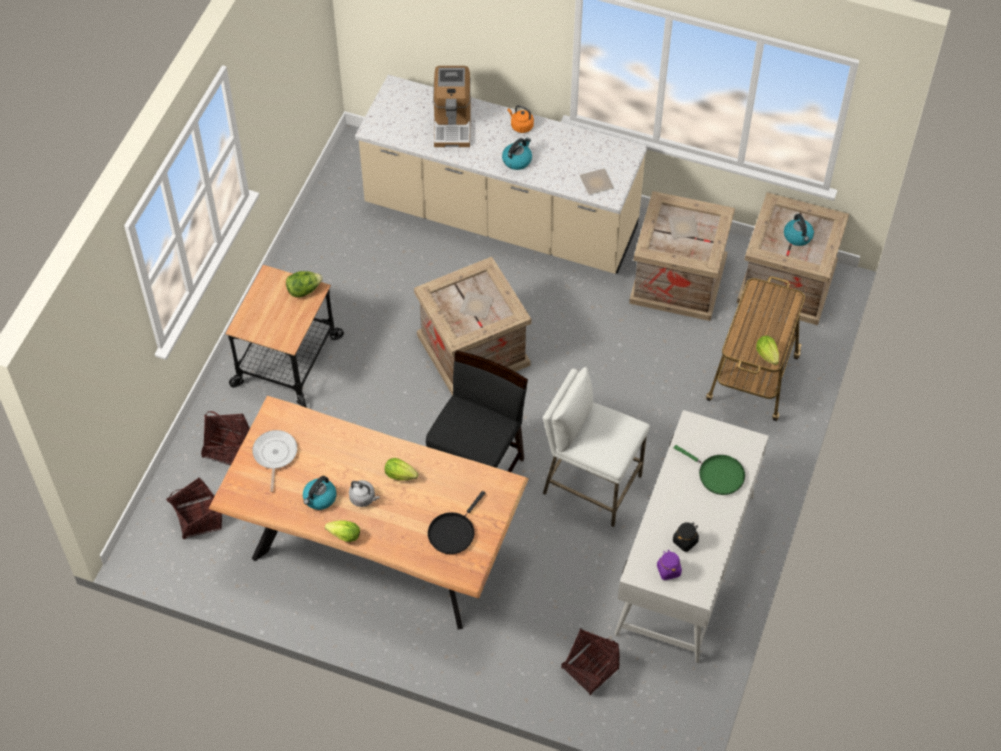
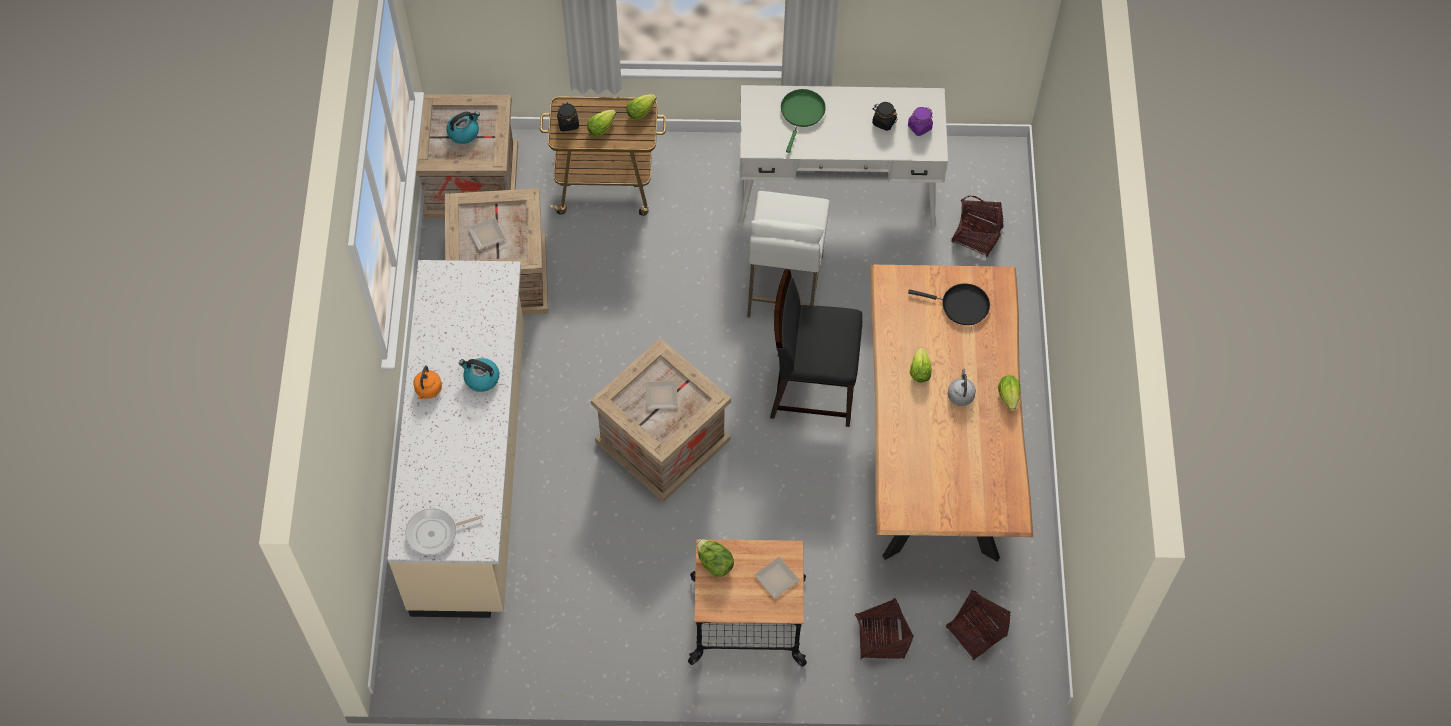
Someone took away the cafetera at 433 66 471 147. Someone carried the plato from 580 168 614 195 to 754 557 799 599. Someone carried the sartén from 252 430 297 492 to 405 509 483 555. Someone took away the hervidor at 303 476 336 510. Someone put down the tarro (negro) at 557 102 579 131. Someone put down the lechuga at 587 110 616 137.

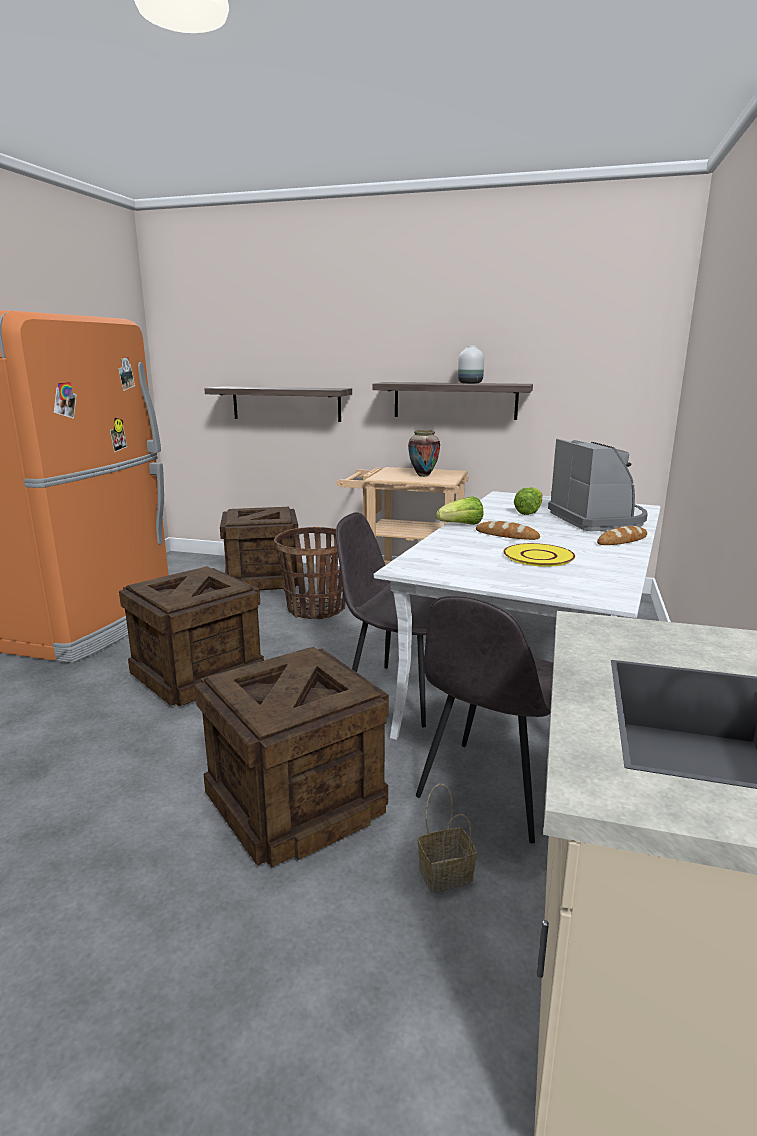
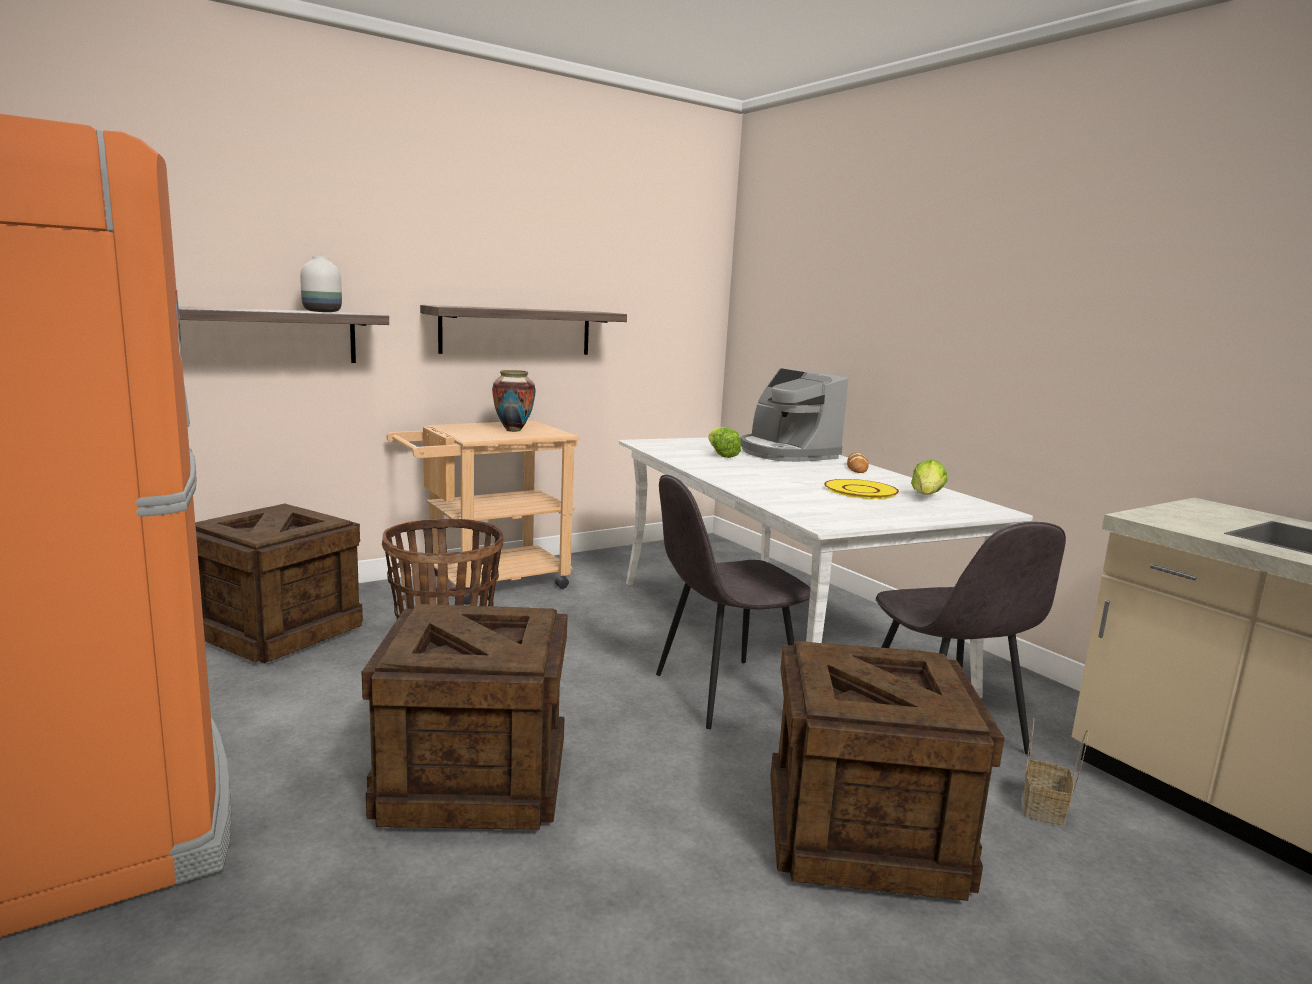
Someone carried the florero (blanco) from 458 346 484 384 to 300 256 342 312. Someone rotated the cafetera at 548 439 648 531 by 150 degrees counterclockwise. Someone carried the lechuga from 436 496 484 525 to 911 459 948 495. Someone took away the pan at 476 521 540 540.

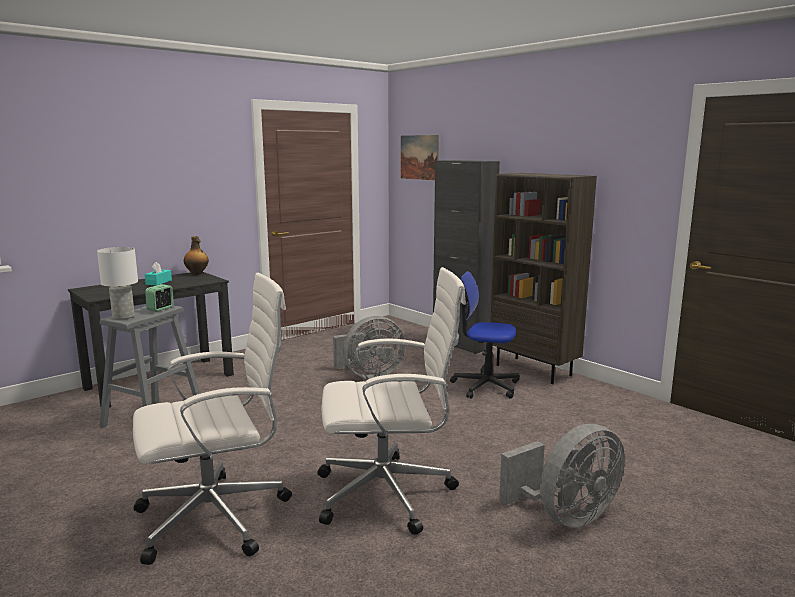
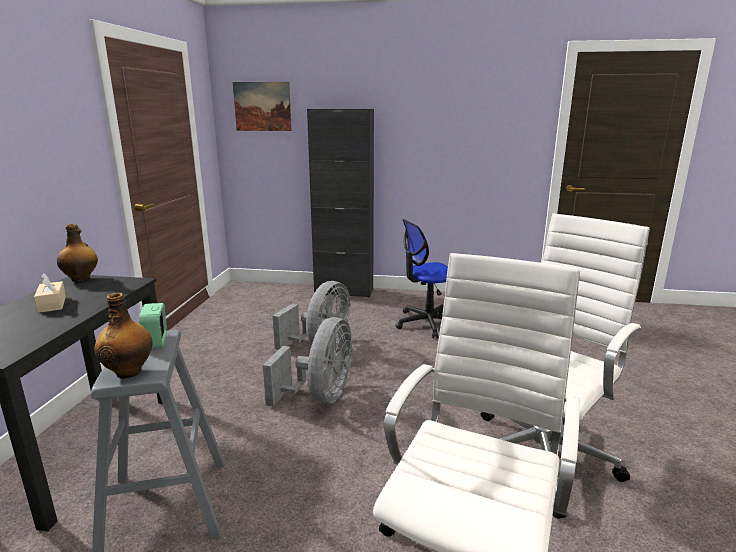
Someone took away the estantería (marrón) at 490 173 597 384. Someone swapped the lámpara de mesa (blanco) at 97 247 138 320 for the botella at 94 293 152 379. Someone repainted the caja de pañuelos (turquesa) at 145 262 172 285, which became the caja de pañuelos (beis) at 34 273 66 313. Someone carried the ventilador (gris) from 499 424 625 528 to 263 317 352 406.

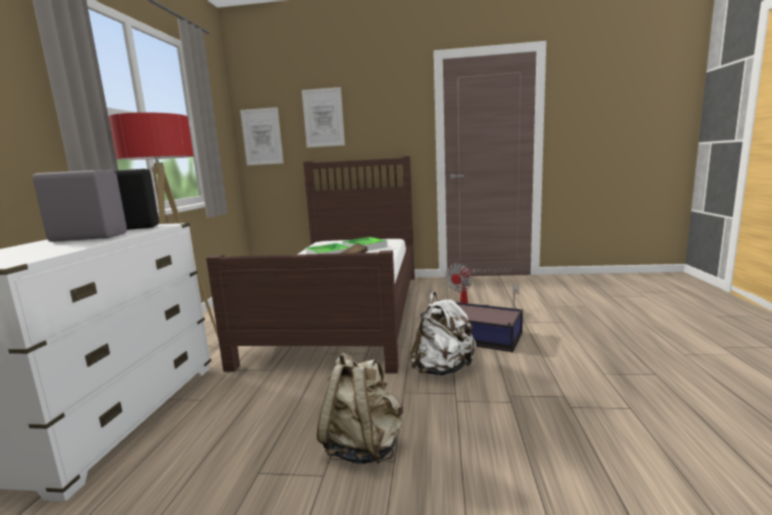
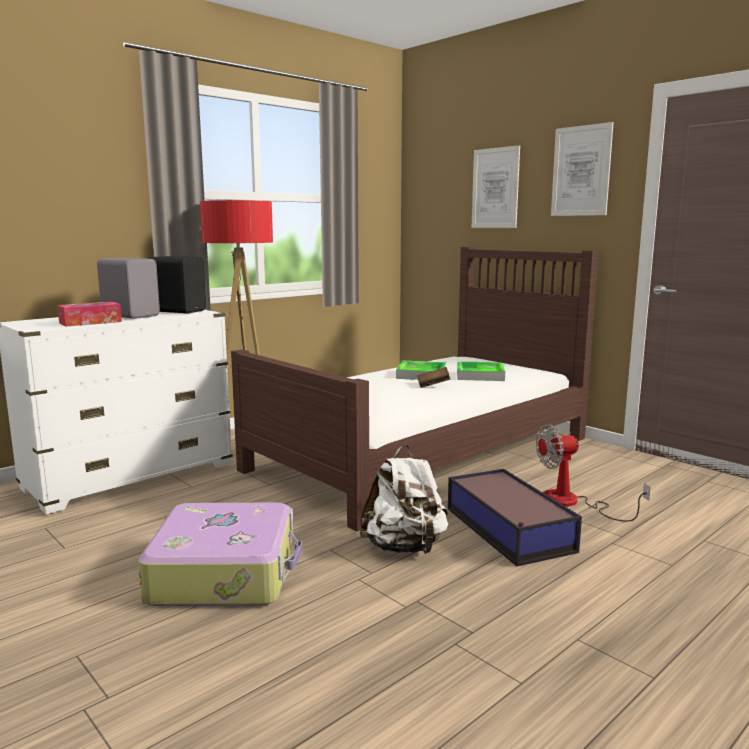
Someone carried the cuadro from 240 107 283 165 to 551 122 614 216. Someone swapped the mochila (beis) at 317 352 403 464 for the maleta at 138 503 302 606. Someone put down the caja de pañuelos at 57 302 122 327.

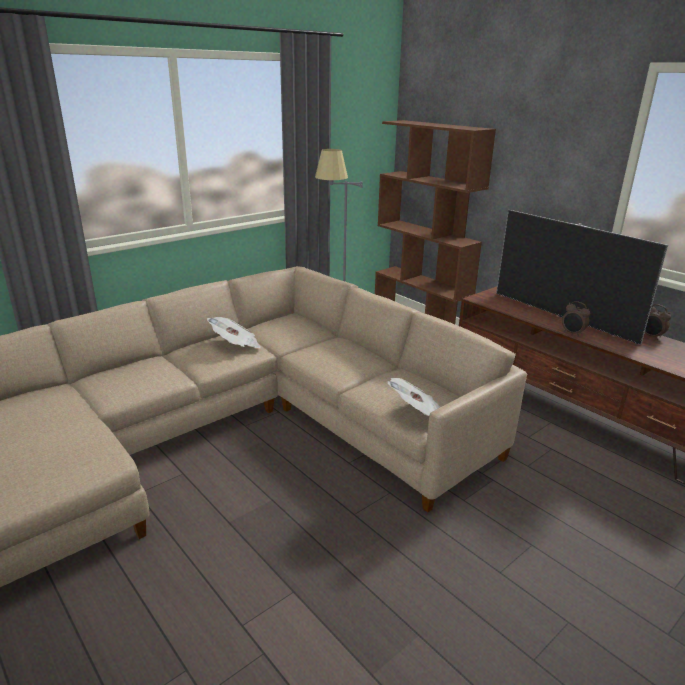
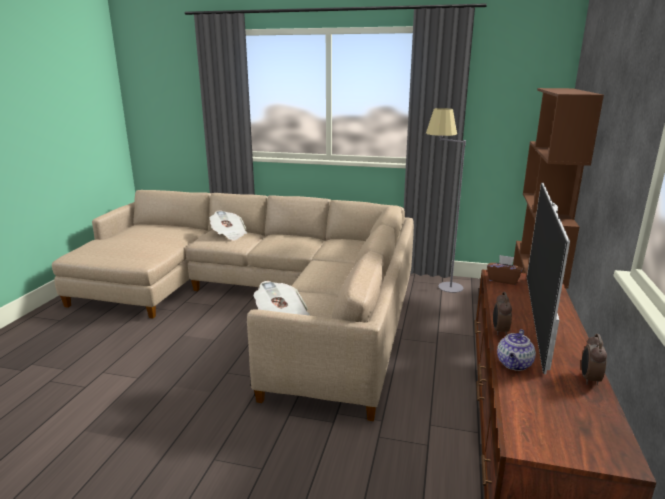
Someone carried the periódico from 207 317 261 348 to 209 211 248 241. Someone put down the caja de pañuelos (marrón) at 487 255 522 285. Someone put down the tetera at 497 329 536 371.

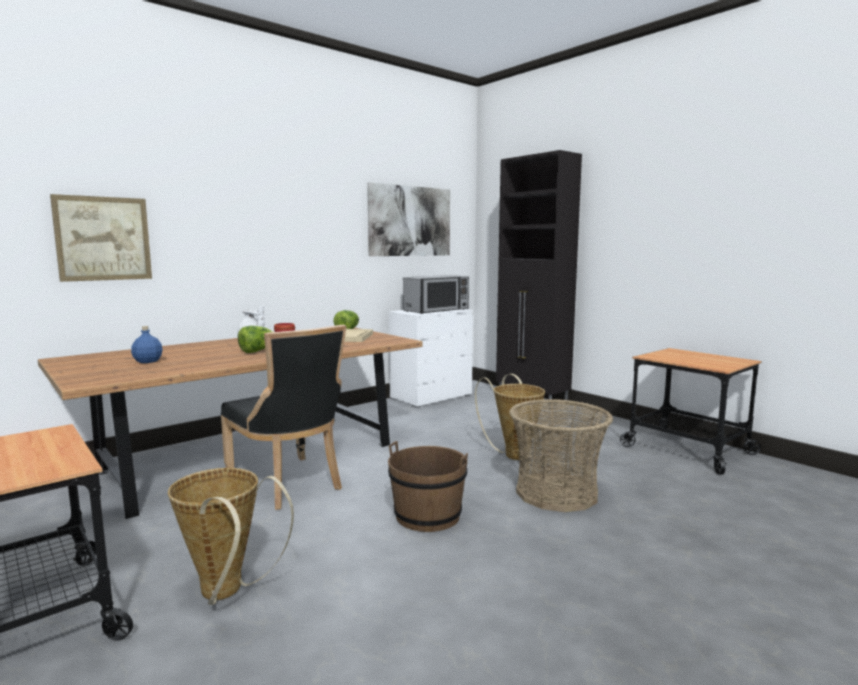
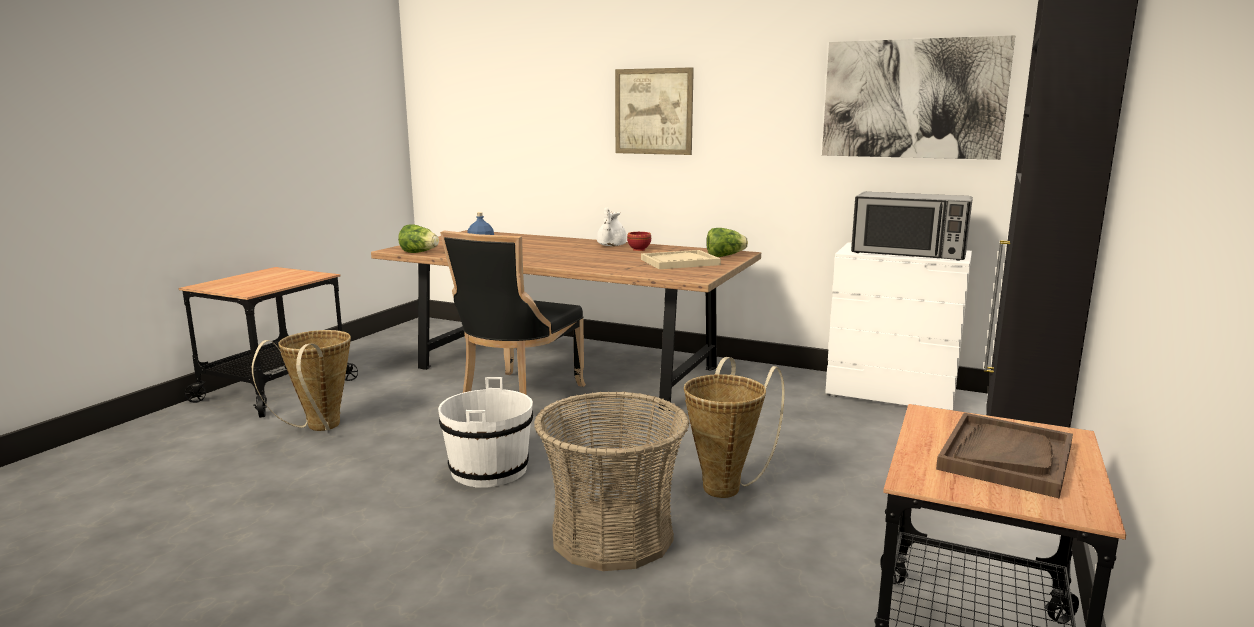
Someone carried the cuadro from 50 194 152 282 to 615 67 694 155. Someone carried the lechuga from 238 326 274 353 to 398 224 439 253. Someone repainted the cubo (marrón) at 388 441 468 532, which became the cubo (blanco) at 438 377 533 488. Someone put down the bandeja (marrón) at 936 413 1073 498.

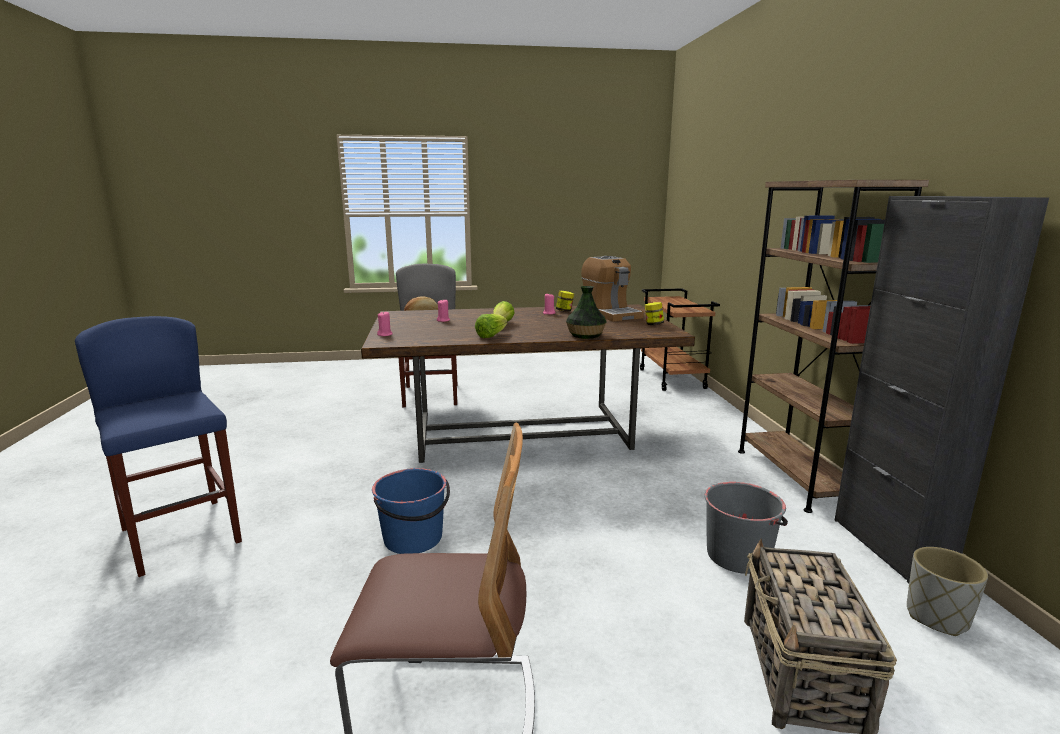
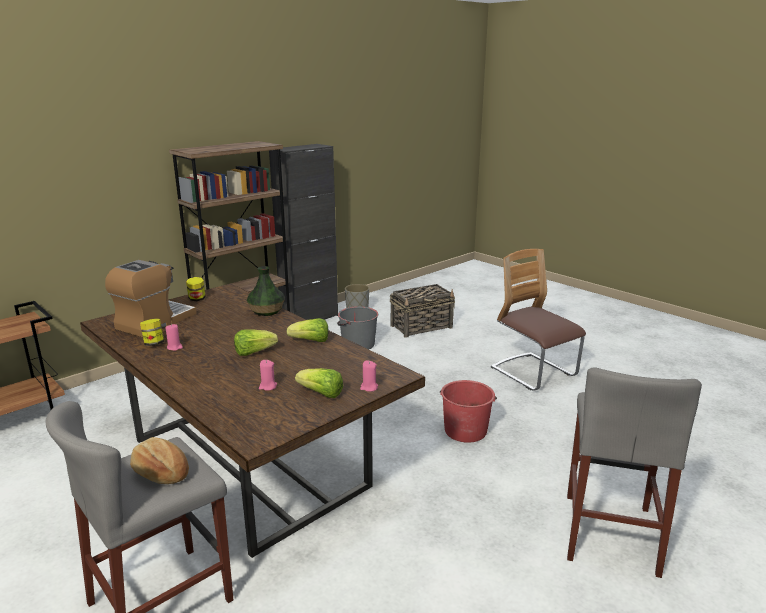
Someone repainted the taburete (azul) at 75 316 242 577, which became the taburete (gris) at 567 367 702 578. Someone repainted the cubo (azul) at 372 468 450 554, which became the cubo (rojo) at 440 380 497 443. Someone put down the lechuga at 295 368 343 398.

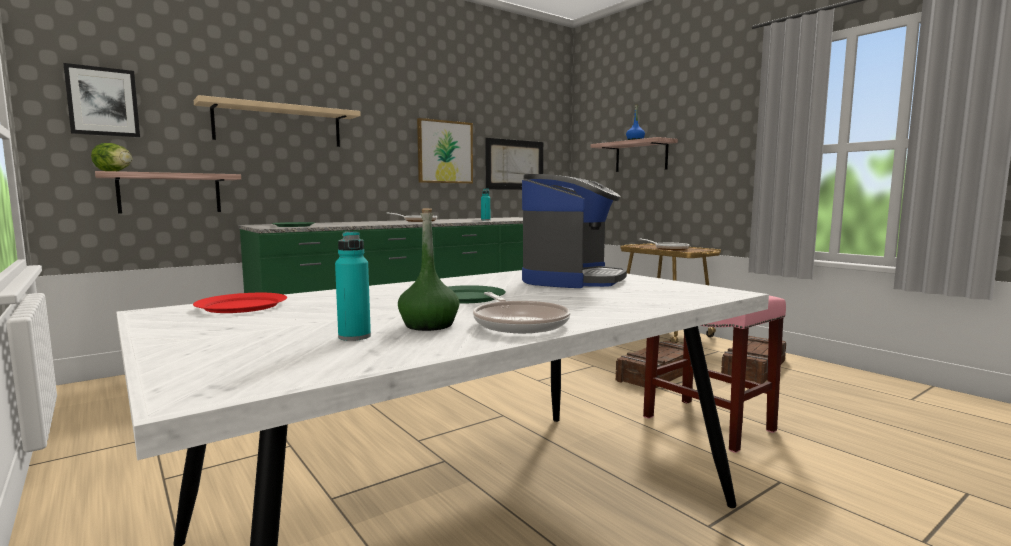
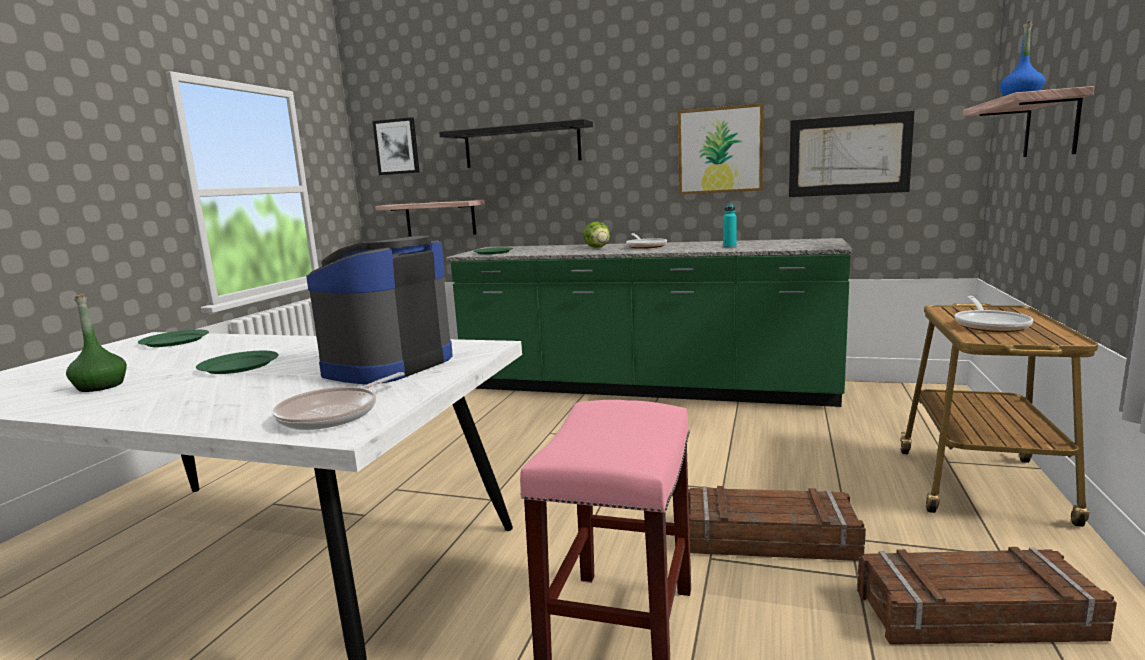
Someone repainted the estante (beis) at 194 95 361 147, which became the estante (negro) at 439 119 593 168. Someone carried the lechuga from 91 143 132 171 to 583 221 610 248. Someone rotated the cafetera at 522 174 627 288 by 135 degrees clockwise. Someone took away the botella (turquesa) at 335 231 371 341. Someone carried the sartén from 473 292 570 333 to 272 372 404 430. Someone repainted the plato (rojo) at 193 293 287 313, which became the plato (verde) at 138 330 209 347.

